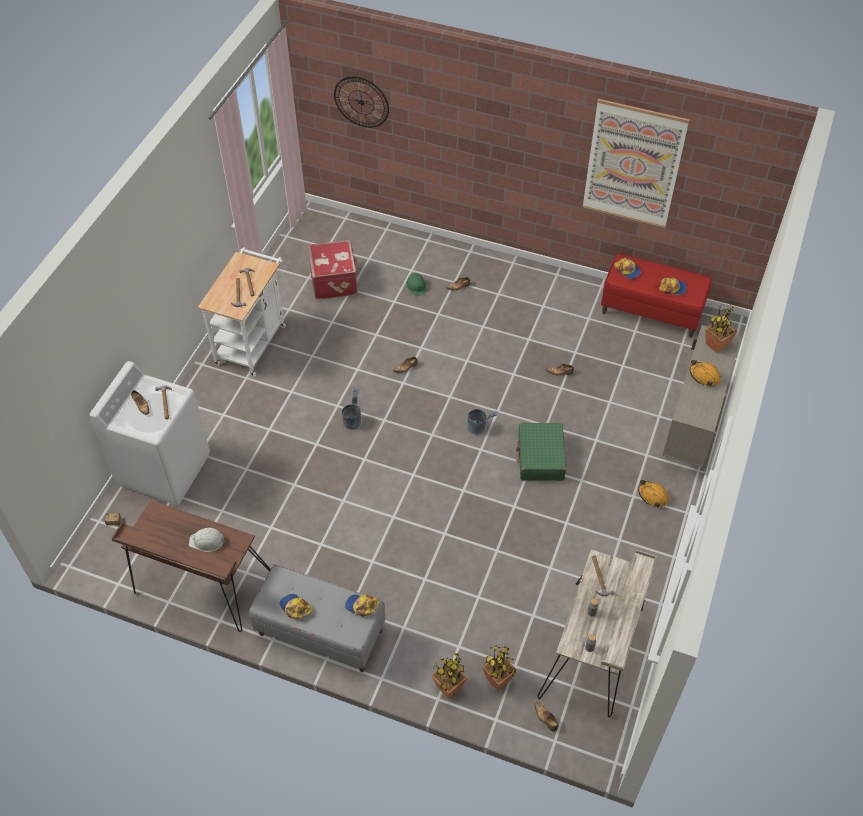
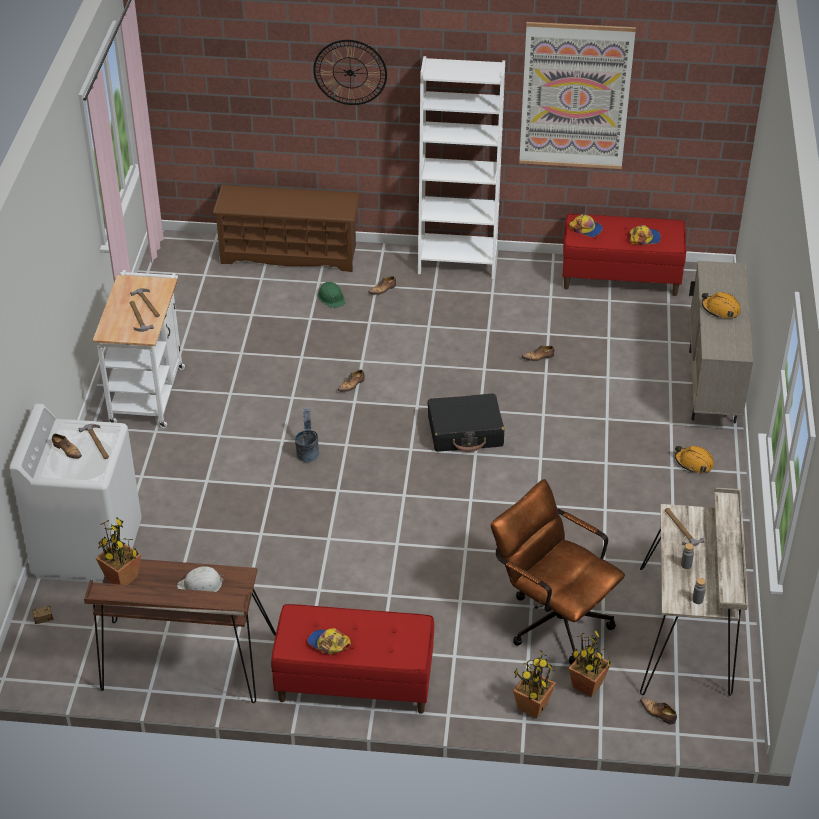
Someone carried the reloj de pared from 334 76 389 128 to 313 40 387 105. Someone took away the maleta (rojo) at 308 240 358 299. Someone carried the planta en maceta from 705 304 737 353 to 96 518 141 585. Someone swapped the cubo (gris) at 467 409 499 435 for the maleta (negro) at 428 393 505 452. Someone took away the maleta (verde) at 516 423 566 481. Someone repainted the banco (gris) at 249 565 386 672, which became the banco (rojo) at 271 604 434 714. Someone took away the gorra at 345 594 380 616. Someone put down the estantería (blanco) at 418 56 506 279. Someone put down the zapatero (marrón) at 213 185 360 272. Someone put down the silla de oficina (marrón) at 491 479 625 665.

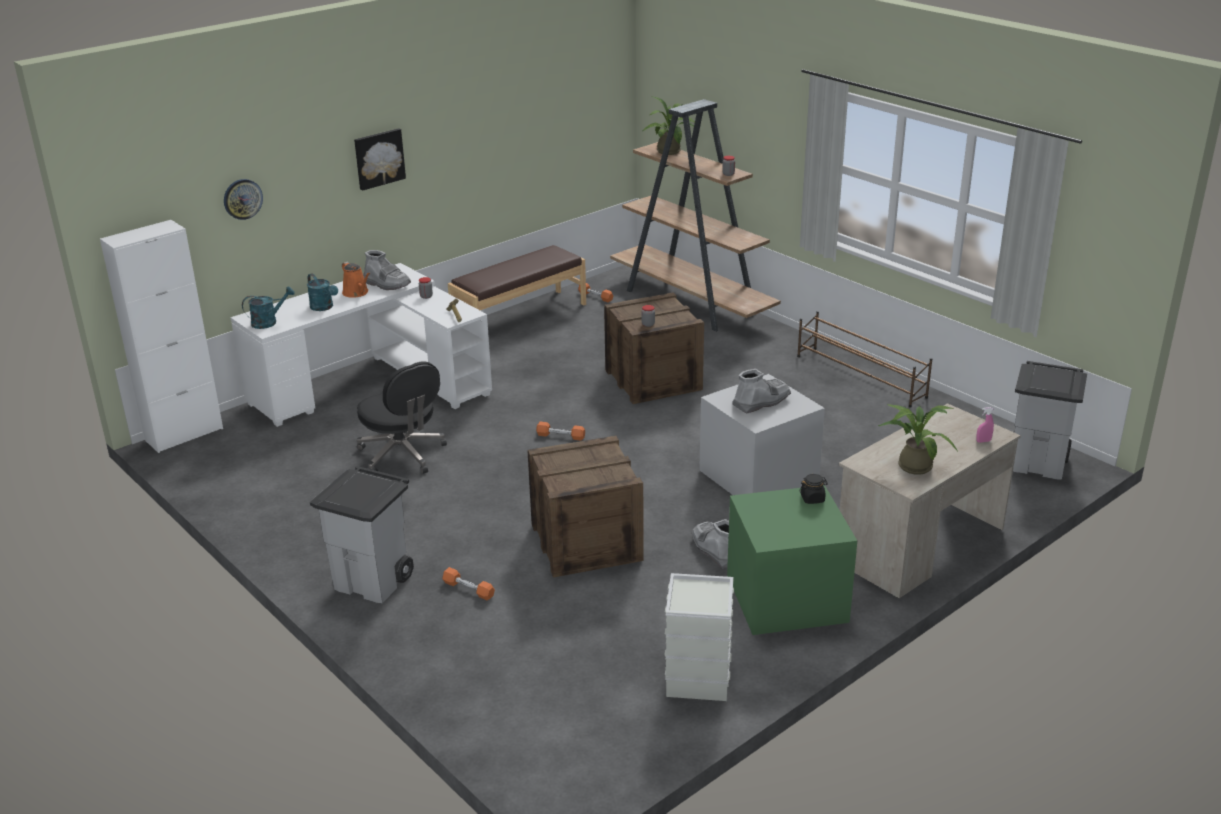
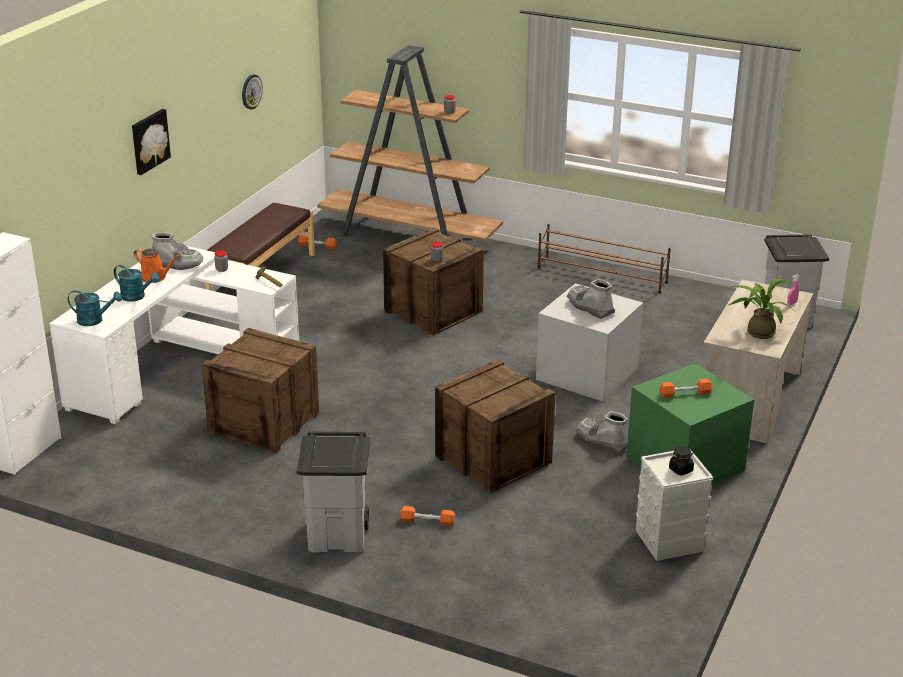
Someone took away the planta en maceta at 642 96 695 155. Someone carried the reloj de pared from 224 179 263 220 to 242 74 263 109. Someone rotated the regadera (turquesa) at 242 286 295 329 by 60 degrees clockwise. Someone swapped the silla de oficina (negro) at 357 361 447 474 for the caja de embalaje at 202 328 319 453. Someone rotated the bota (gris) at 732 369 791 414 by 75 degrees counterclockwise. Someone carried the mancuerna (naranja) from 536 422 585 441 to 659 379 712 398. Someone carried the tarro (negro) from 800 474 828 504 to 669 447 694 476.

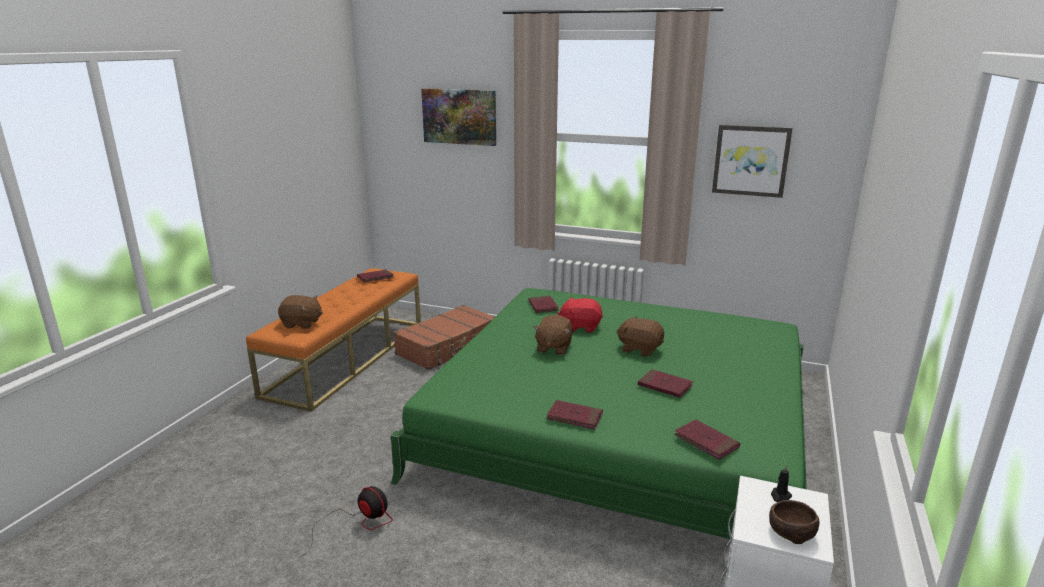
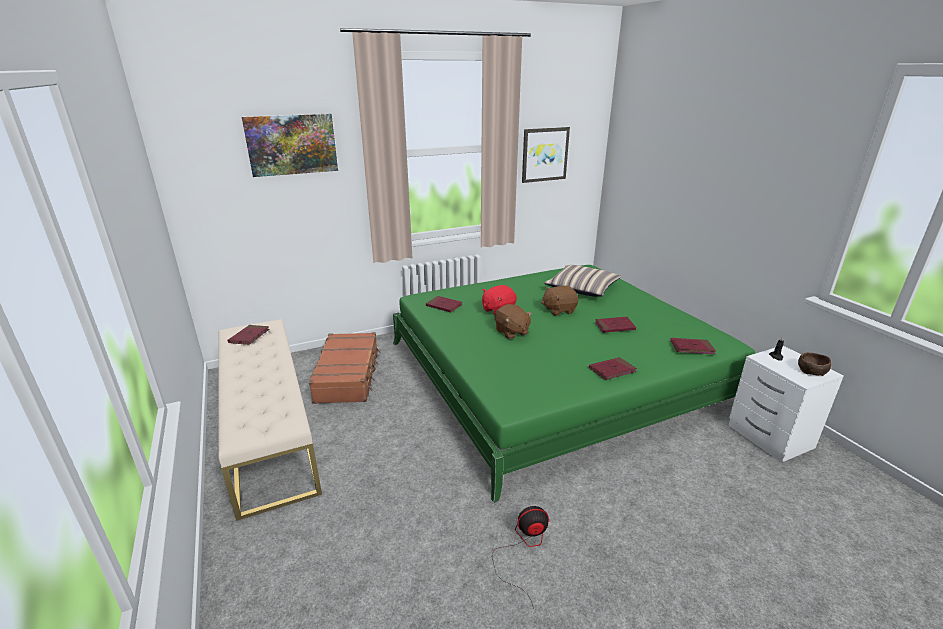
Someone repainted the banco (naranja) at 246 268 421 412, which became the banco (beis) at 218 319 322 521. Someone took away the peluche (marrón) at 278 295 323 329. Someone put down the cojín at 544 265 621 297.

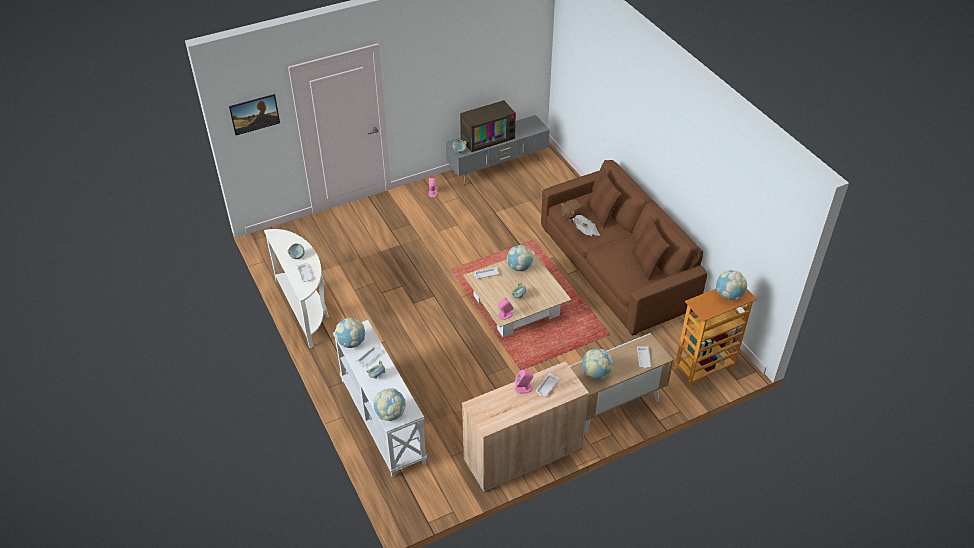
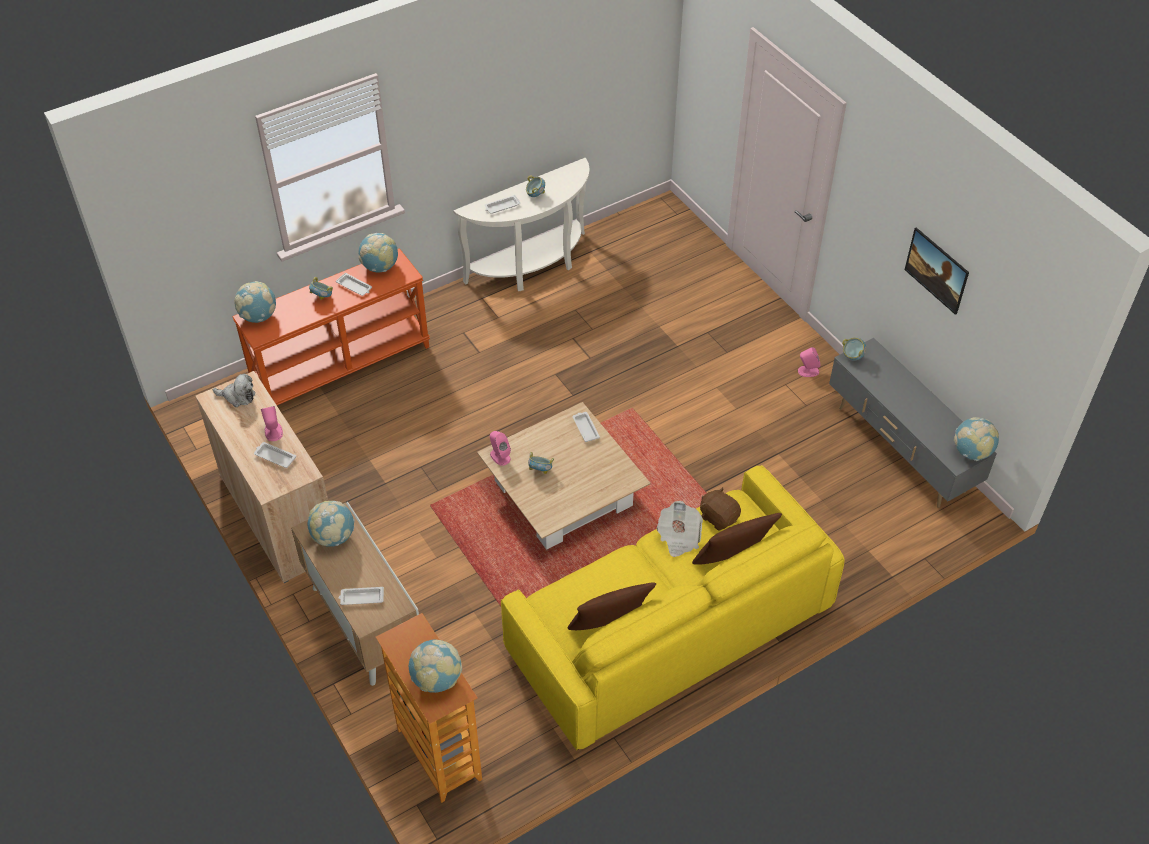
Someone carried the cuadro from 229 94 280 135 to 905 227 969 315. Someone took away the televisor at 460 100 516 152. Someone repainted the sofá (marrón) at 541 160 707 336, which became the sofá (amarillo) at 501 465 845 751. Someone carried the globo terráqueo from 507 245 533 271 to 954 417 999 461. Someone repainted the mesa consola (blanco) at 333 320 427 478, which became the mesa consola (naranja) at 232 248 430 405. Someone put down the peluche at 213 373 255 407.

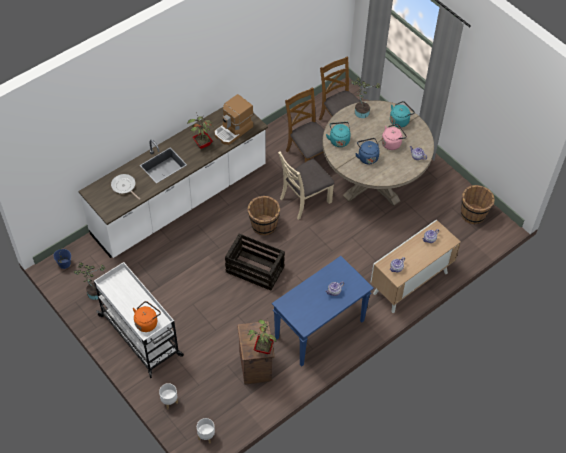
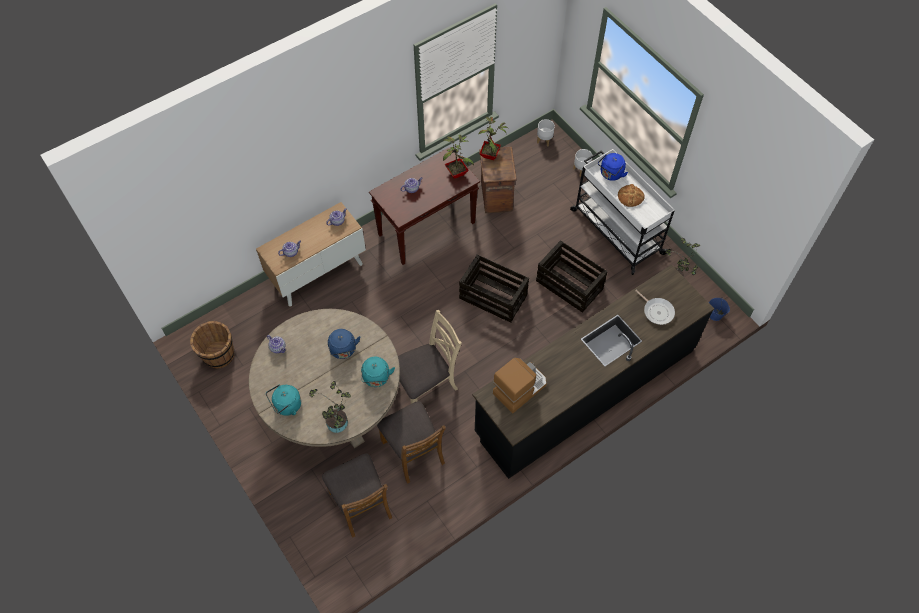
Someone repainted the mueble bajo de cocina (blanco) at 78 107 268 258, which became the mueble bajo de cocina (negro) at 472 265 714 479. Someone carried the planta en maceta from 187 112 213 149 to 443 135 474 179. Someone took away the hervidor (rosa) at 382 124 407 150. Someone took away the cubo (marrón) at 247 196 280 235. Someone repainted the mesa consola (azul) at 272 256 373 367, which became the mesa consola (marrón) at 369 147 480 265. Someone repainted the hervidor (naranja) at 133 301 161 332, which became the hervidor (azul) at 598 153 628 181. Someone put down the pan at 618 184 645 207. Someone put down the caja de embalaje at 536 240 608 313.

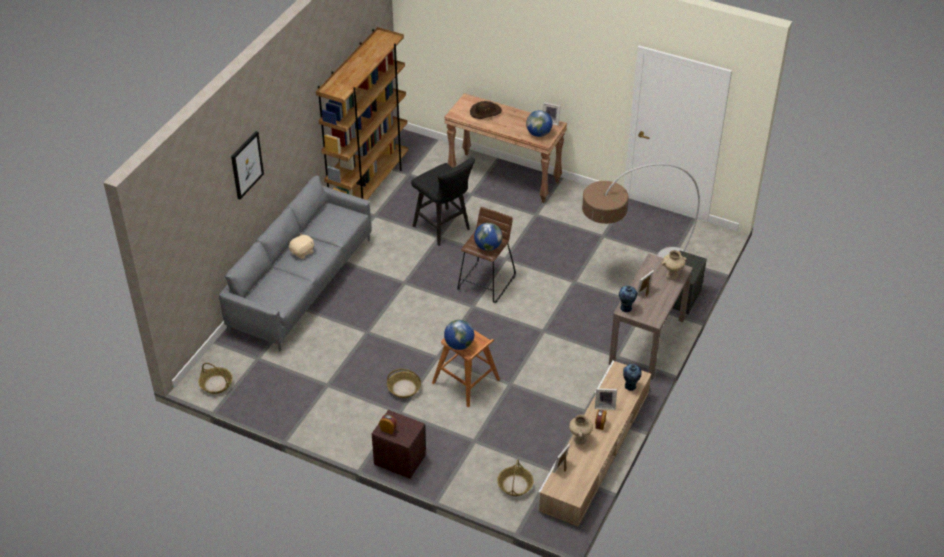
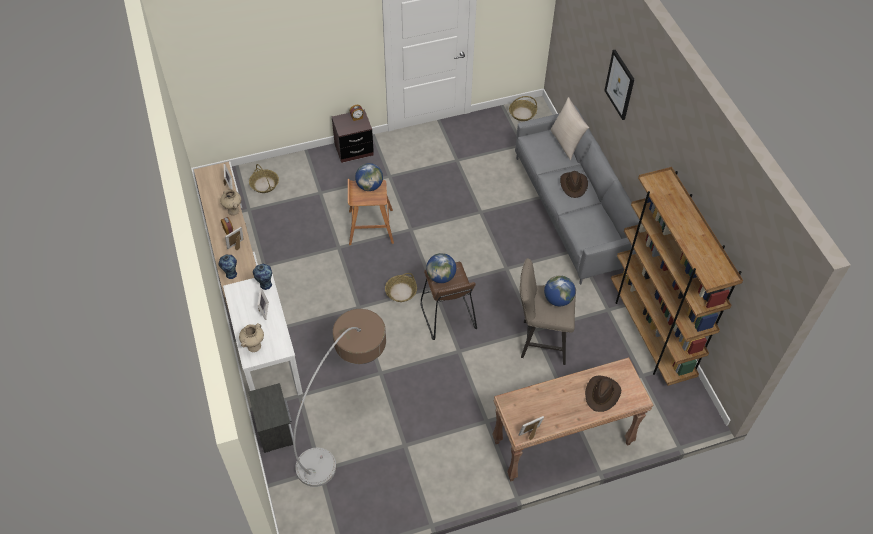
Someone carried the globo terráqueo from 526 110 553 137 to 544 275 576 306. Someone repainted the taburete (negro) at 411 157 475 246, which became the taburete (beis) at 520 258 576 365. Someone swapped the peluche (beis) at 289 233 314 259 for the sombrero (marrón) at 560 171 588 198. Someone repainted the mesa consola (marrón) at 609 253 693 380, which became the mesa consola (blanco) at 223 274 303 395. Someone carried the cesta from 387 369 421 398 to 385 273 417 302. Someone put down the cojín (beis) at 550 97 589 160.

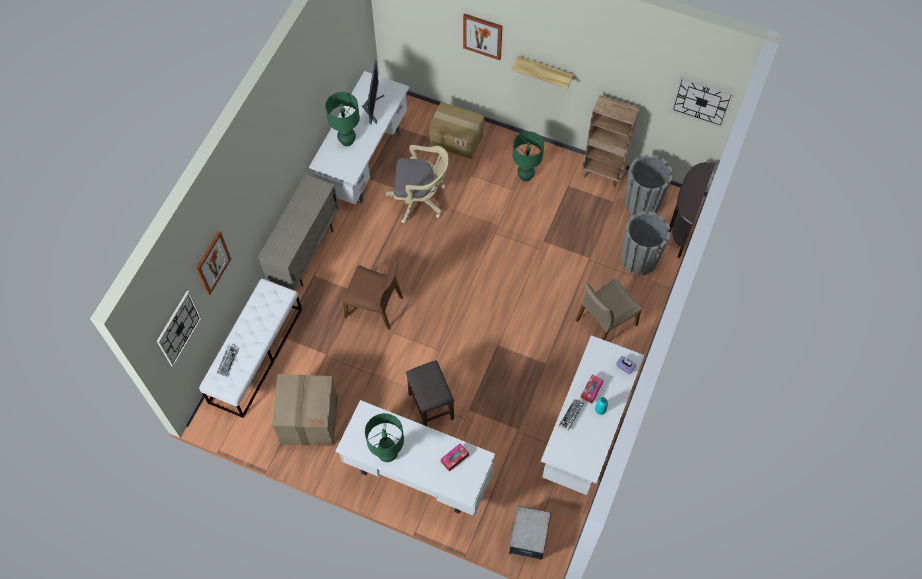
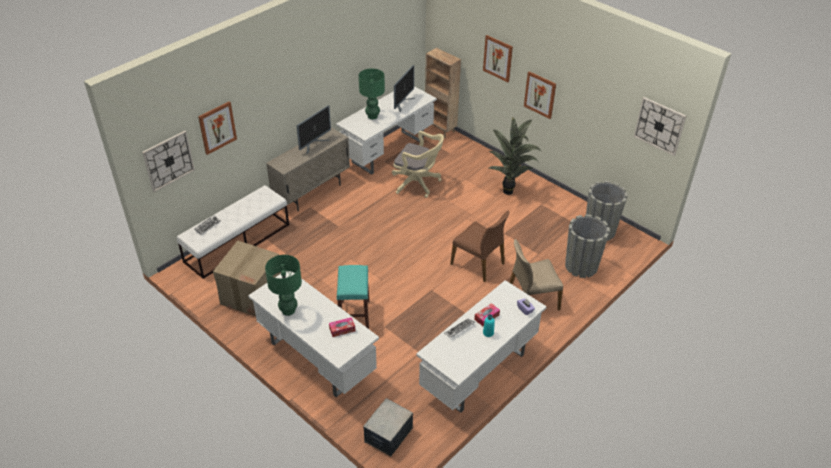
Someone swapped the estante at 512 56 574 89 for the cuadro at 524 71 556 119. Someone carried the estantería (marrón) from 582 95 640 188 to 425 48 461 138. Someone took away the caja de cartón at 429 102 485 159. Someone swapped the lámpara de mesa (verde) at 513 131 544 182 for the planta en maceta at 489 118 541 195. Someone took away the mesa consola (marrón) at 669 162 716 258. Someone carried the silla (marrón) from 343 259 403 330 to 450 211 509 282. Someone repainted the taburete (gris) at 406 360 454 426, which became the taburete (turquesa) at 337 265 369 329. Someone put down the monitor at 296 105 331 154.

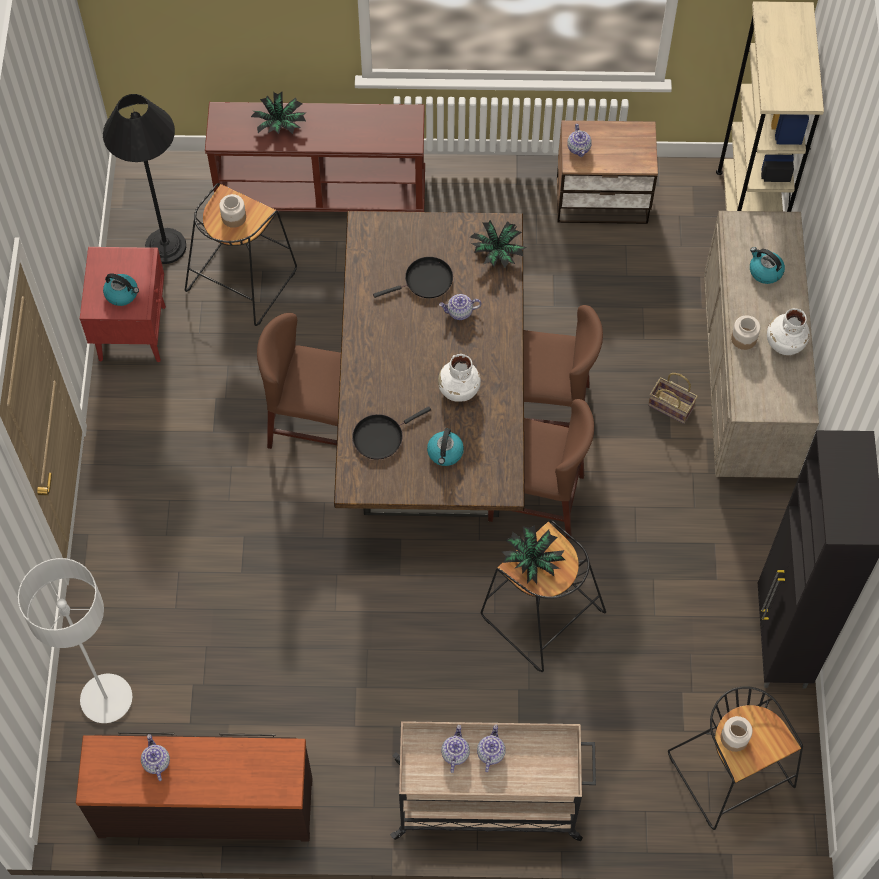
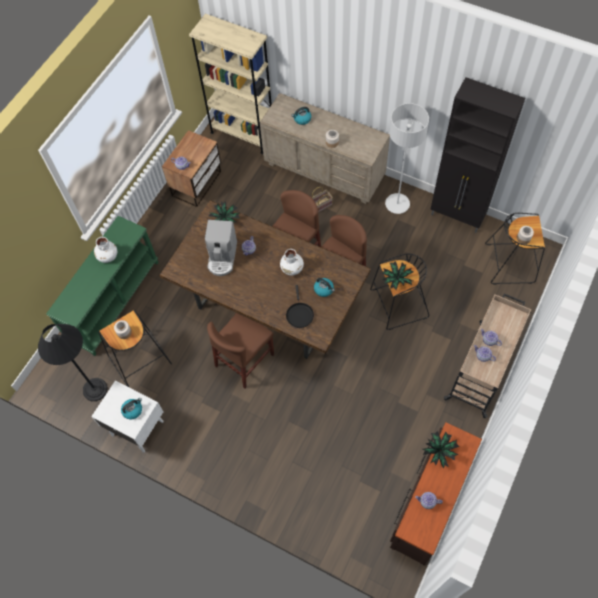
Someone carried the planta en maceta from 251 92 307 134 to 423 431 460 469. Someone repainted the mesa consola (marrón) at 205 102 425 212, which became the mesa consola (verde) at 46 216 159 356. Someone repainted the mesita de noche (rojo) at 80 247 166 362, which became the mesita de noche (blanco) at 91 381 164 453. Someone swapped the sartén (negro) at 373 257 453 298 for the cafetera at 205 220 237 276. Someone carried the florero (blanco) from 767 308 810 355 to 94 237 117 263. Someone carried the lámpara de pie (gris) from 18 558 132 723 to 385 103 429 214.

